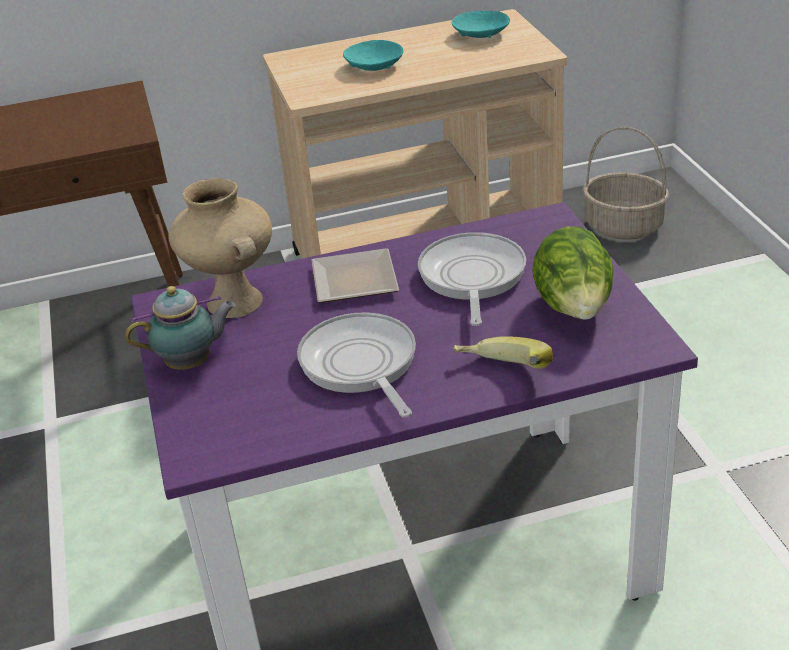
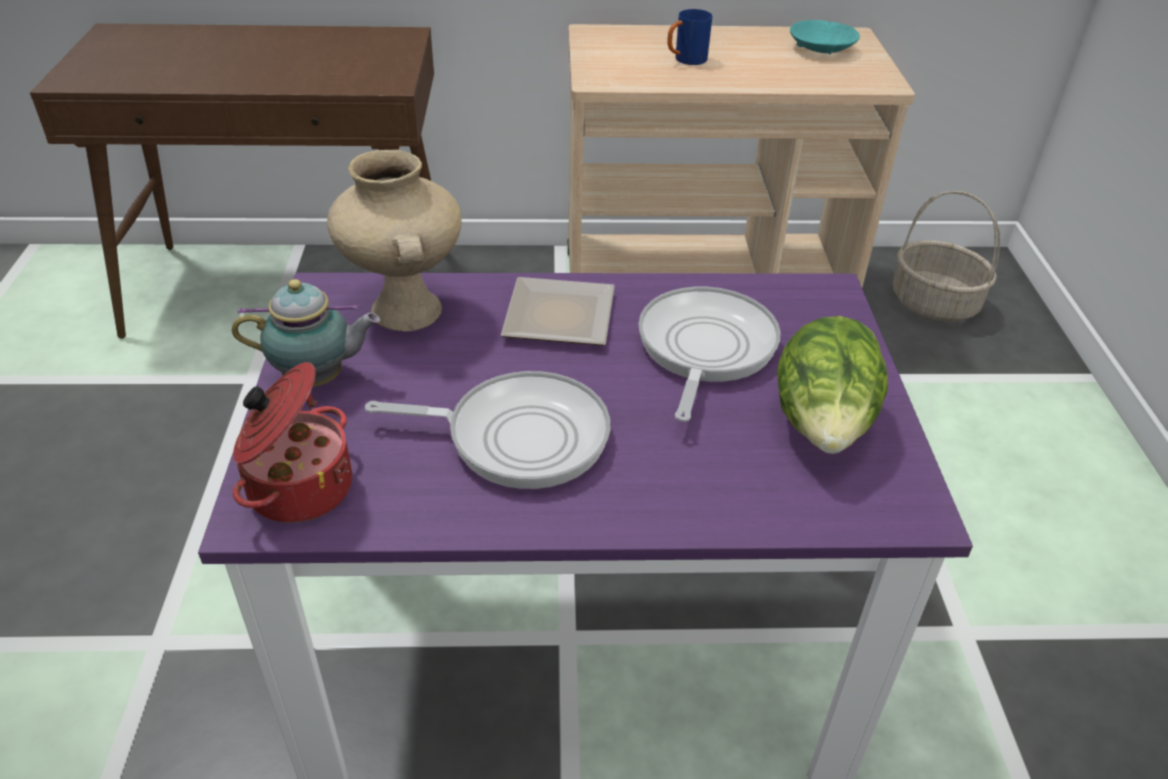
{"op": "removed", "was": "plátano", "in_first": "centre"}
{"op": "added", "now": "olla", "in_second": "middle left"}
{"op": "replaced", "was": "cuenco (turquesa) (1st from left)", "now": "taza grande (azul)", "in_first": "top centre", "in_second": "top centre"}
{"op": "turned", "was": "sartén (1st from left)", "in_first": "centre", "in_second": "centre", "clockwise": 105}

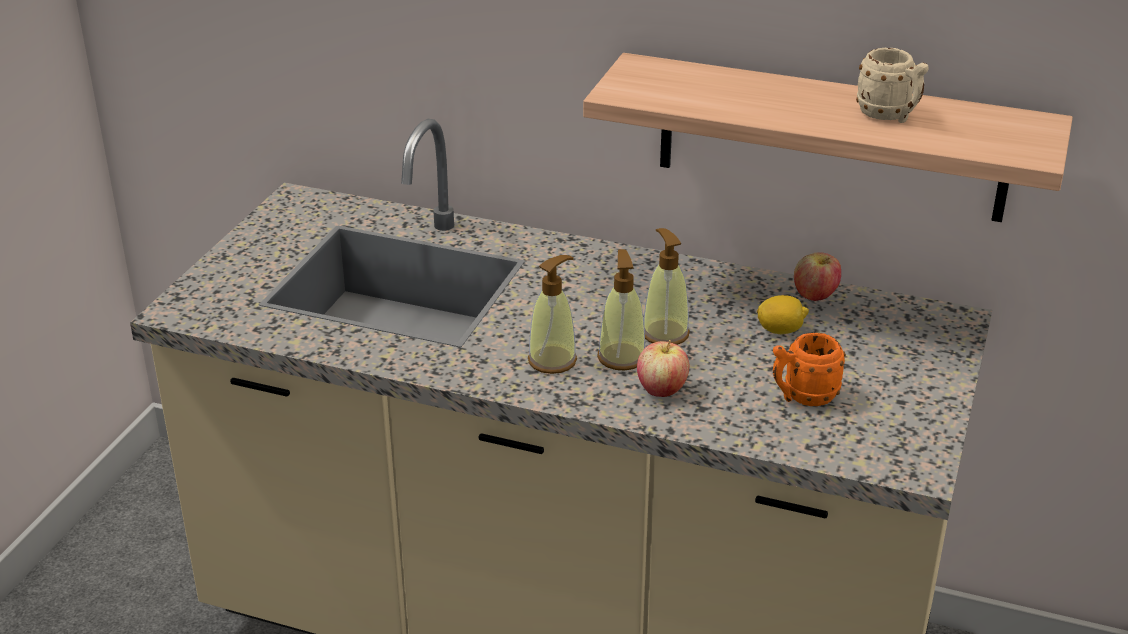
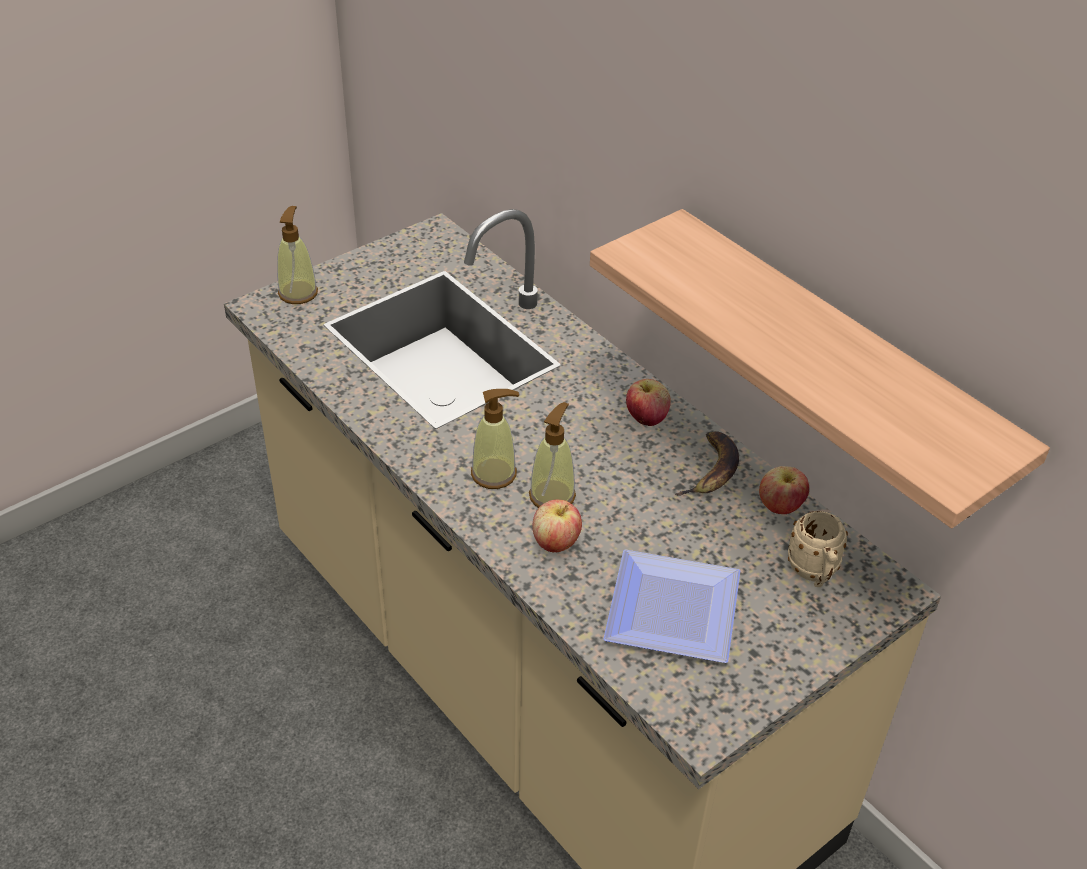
{"op": "removed", "was": "limón", "in_first": "middle right"}
{"op": "added", "now": "manzana (2nd from left)", "in_second": "centre"}
{"op": "added", "now": "plátano", "in_second": "centre"}
{"op": "moved", "was": "dispensador de jabón (3rd from left in the first image)", "now": "dispensador de jabón (1st from left)", "in_first": "centre", "in_second": "top left"}
{"op": "moved", "was": "taza grande (beis)", "in_first": "top right", "in_second": "middle right"}
{"op": "replaced", "was": "taza grande (naranja)", "now": "plato", "in_first": "middle right", "in_second": "bottom centre"}

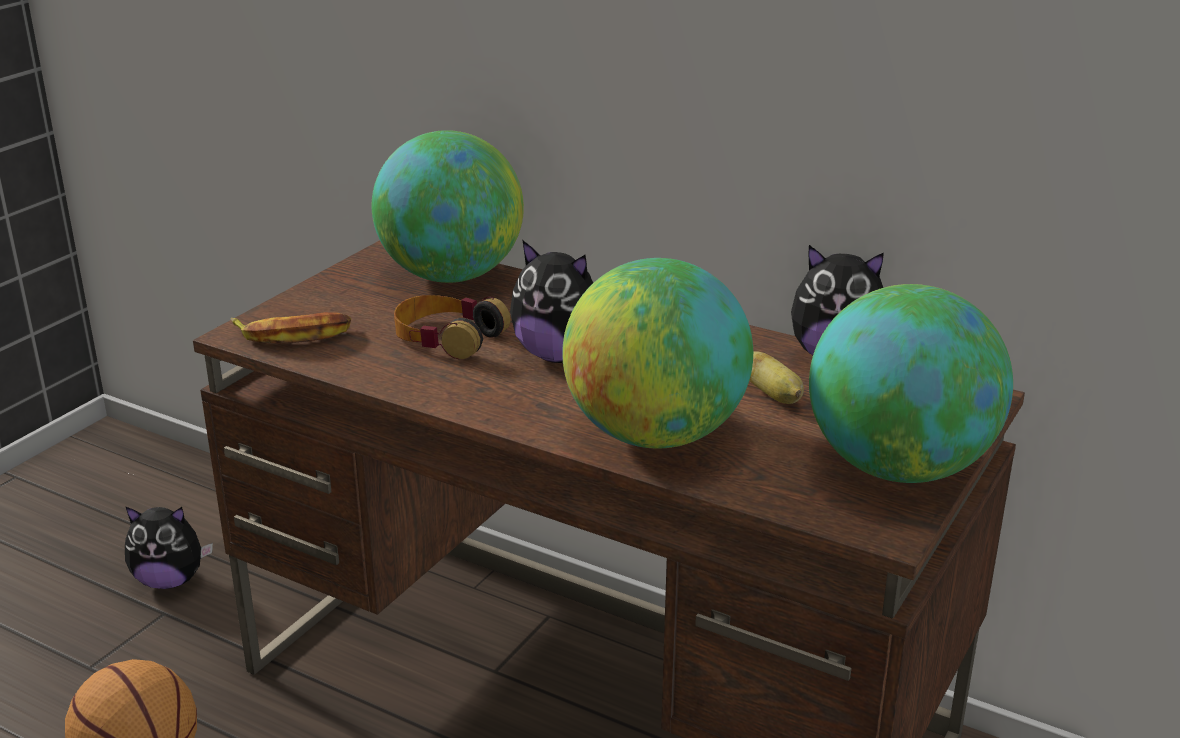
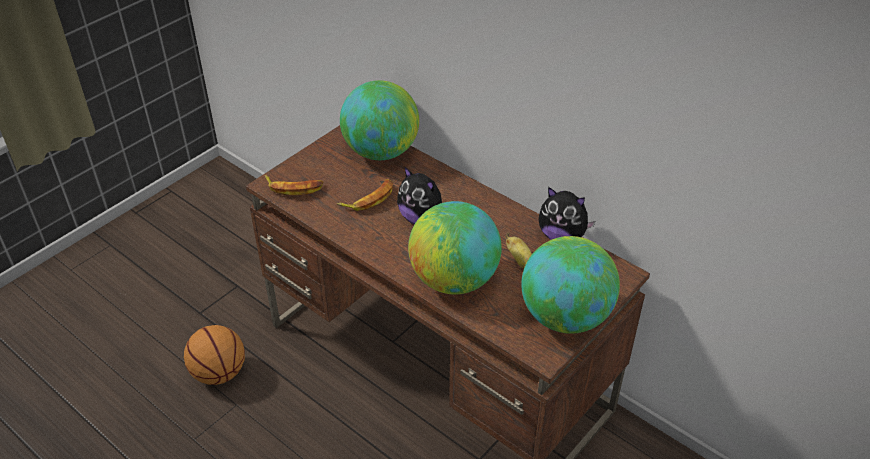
{"op": "removed", "was": "peluche (1st from left)", "in_first": "bottom left"}
{"op": "replaced", "was": "auriculares", "now": "plátano (2nd from left)", "in_first": "centre", "in_second": "centre"}

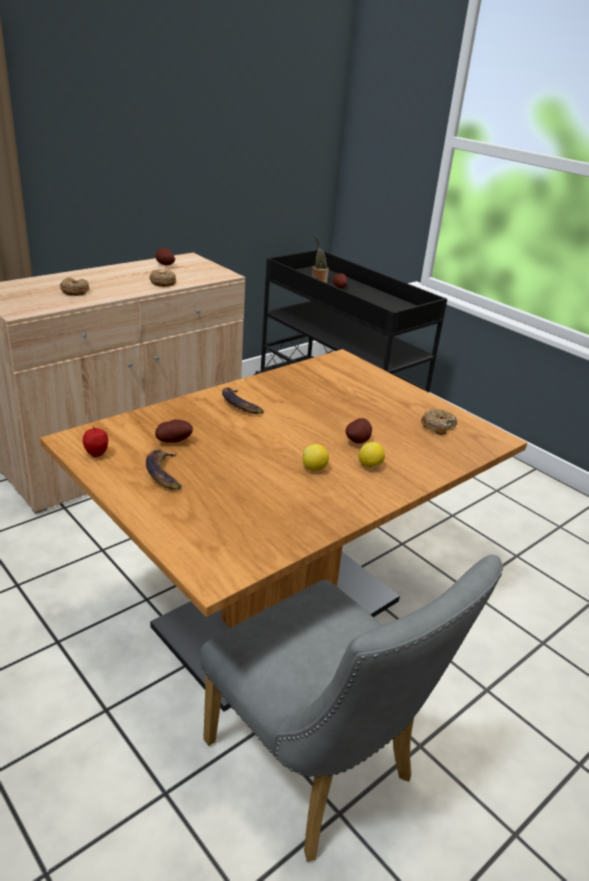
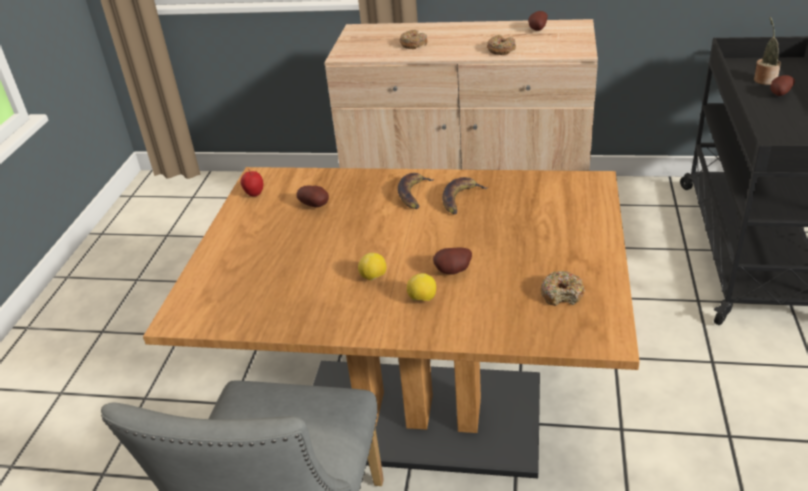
{"op": "moved", "was": "plátano (1st from left in the first image)", "now": "plátano (2nd from left)", "in_first": "middle left", "in_second": "centre"}

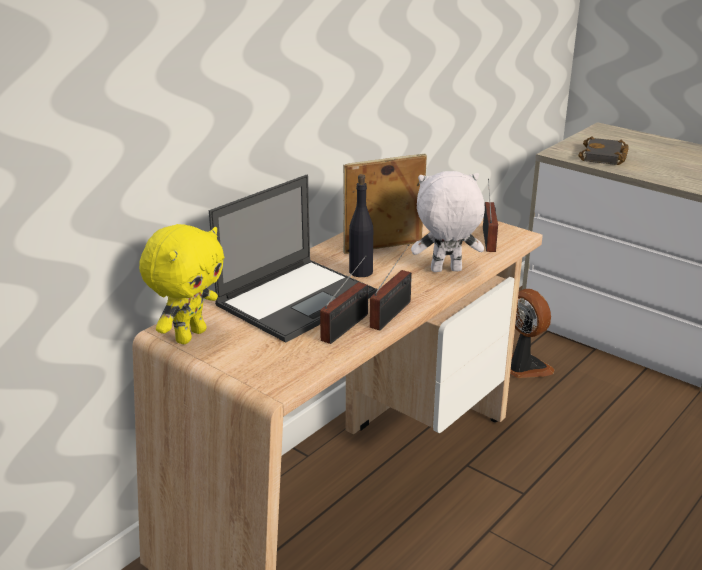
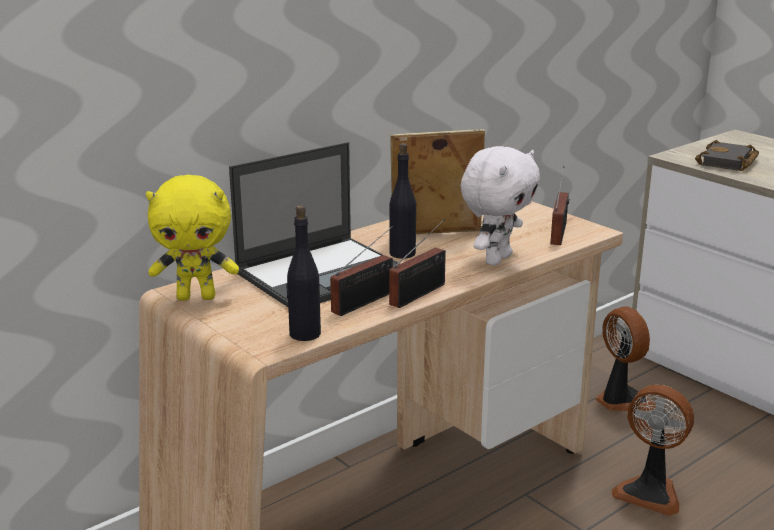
{"op": "added", "now": "botella (negro) (1st from left)", "in_second": "centre"}
{"op": "added", "now": "ventilador (2nd from left)", "in_second": "bottom right"}
{"op": "turned", "was": "peluche (amarillo)", "in_first": "middle left", "in_second": "middle left", "clockwise": 45}
{"op": "turned", "was": "peluche (blanco)", "in_first": "centre", "in_second": "centre", "clockwise": 120}

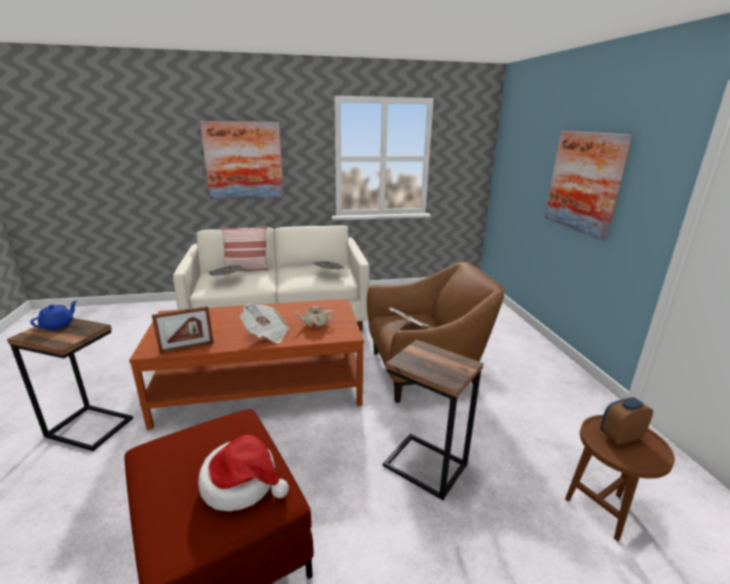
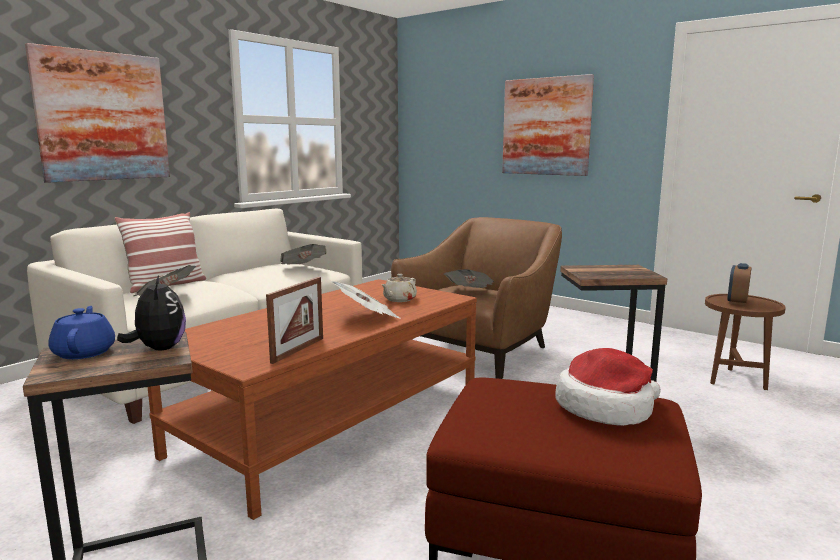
{"op": "added", "now": "peluche", "in_second": "middle left"}

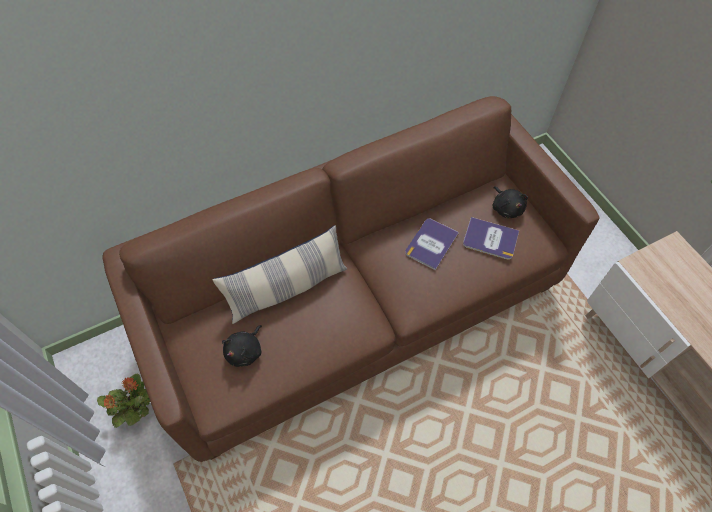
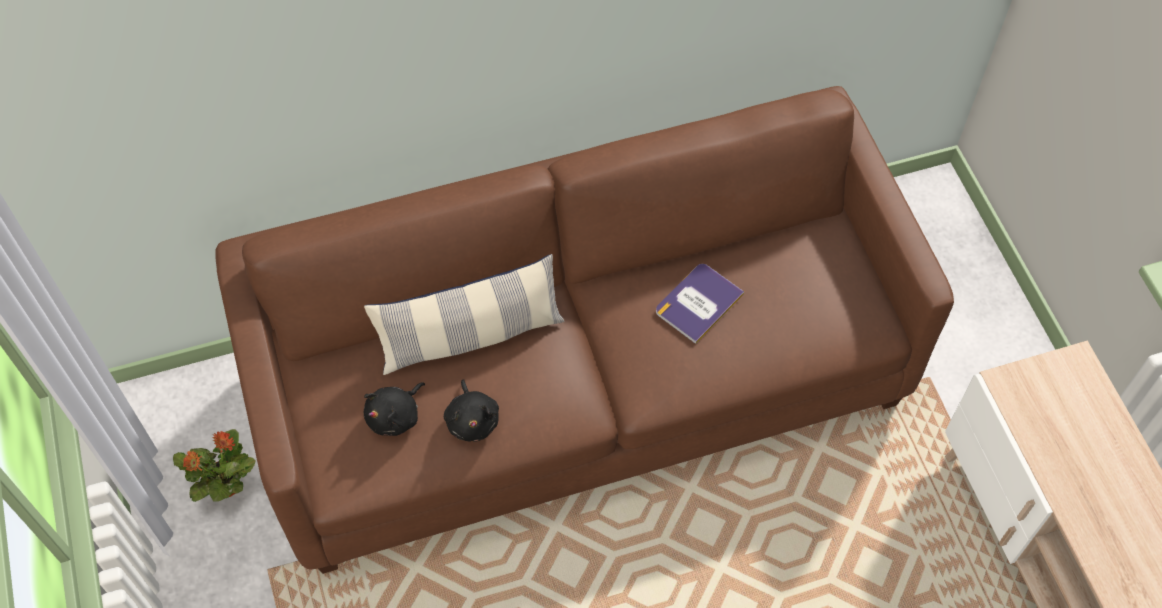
{"op": "removed", "was": "libro (2nd from left)", "in_first": "middle right"}
{"op": "moved", "was": "peluche (negro) (2nd from left)", "in_first": "middle right", "in_second": "bottom centre"}

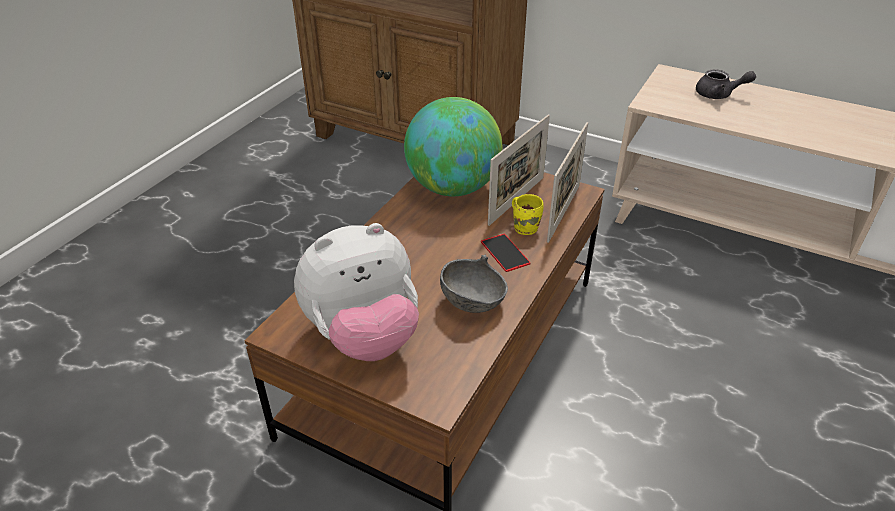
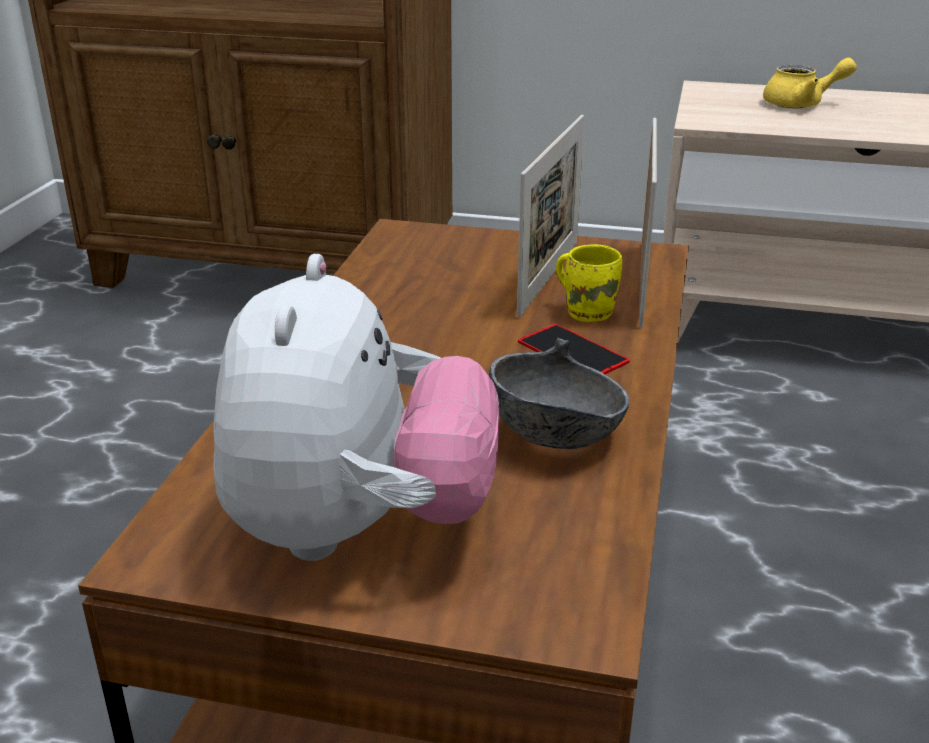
{"op": "removed", "was": "globo terráqueo", "in_first": "top centre"}
{"op": "recoloured", "was": "tetera (gris)", "now": "tetera (amarillo)", "in_first": "top right", "in_second": "top right"}
{"op": "turned", "was": "peluche", "in_first": "centre", "in_second": "centre", "clockwise": -45}

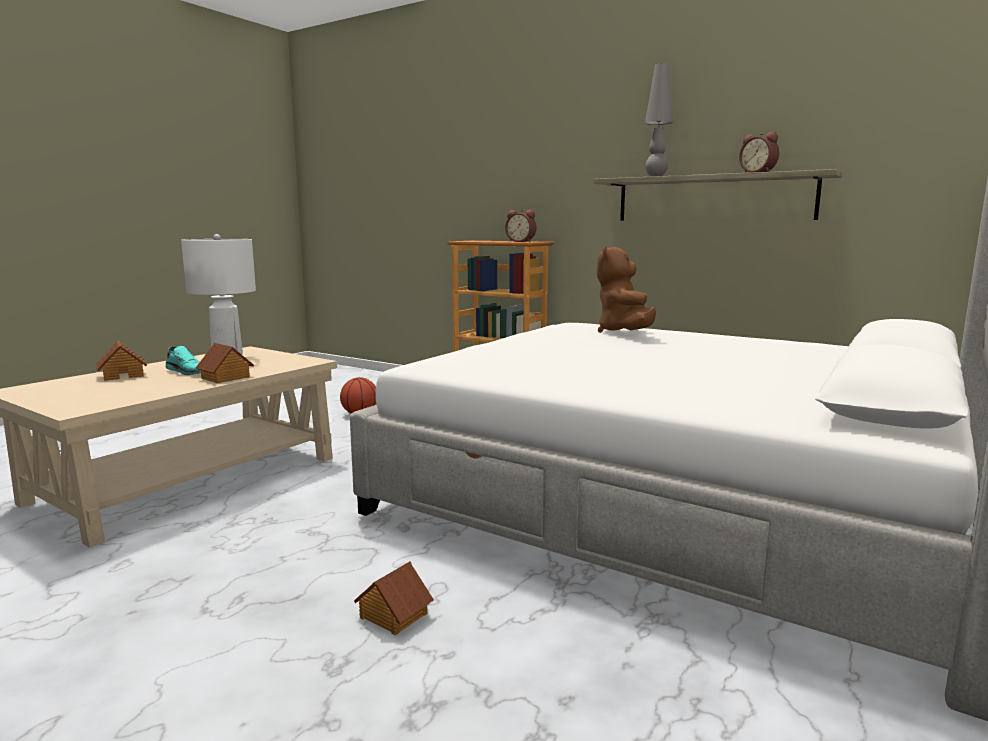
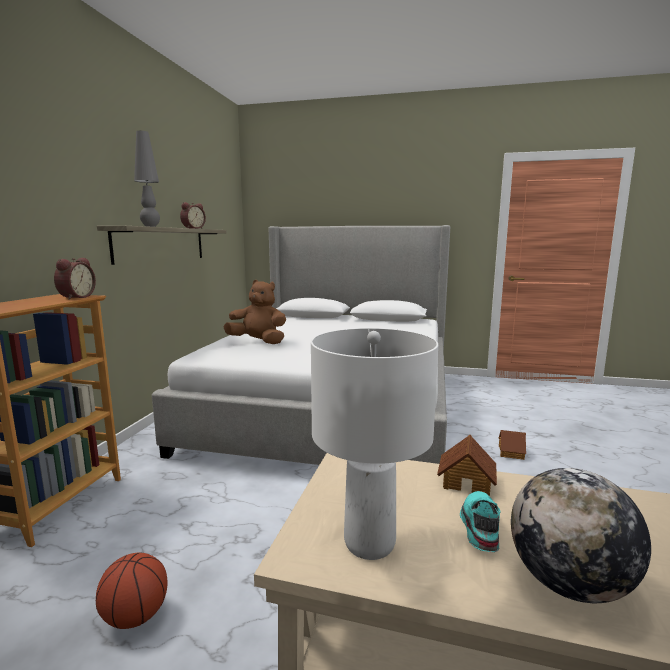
{"op": "replaced", "was": "casita (1st from left)", "now": "globo terráqueo", "in_first": "middle left", "in_second": "bottom right"}
{"op": "turned", "was": "peluche (marrón)", "in_first": "centre", "in_second": "centre", "clockwise": -150}

